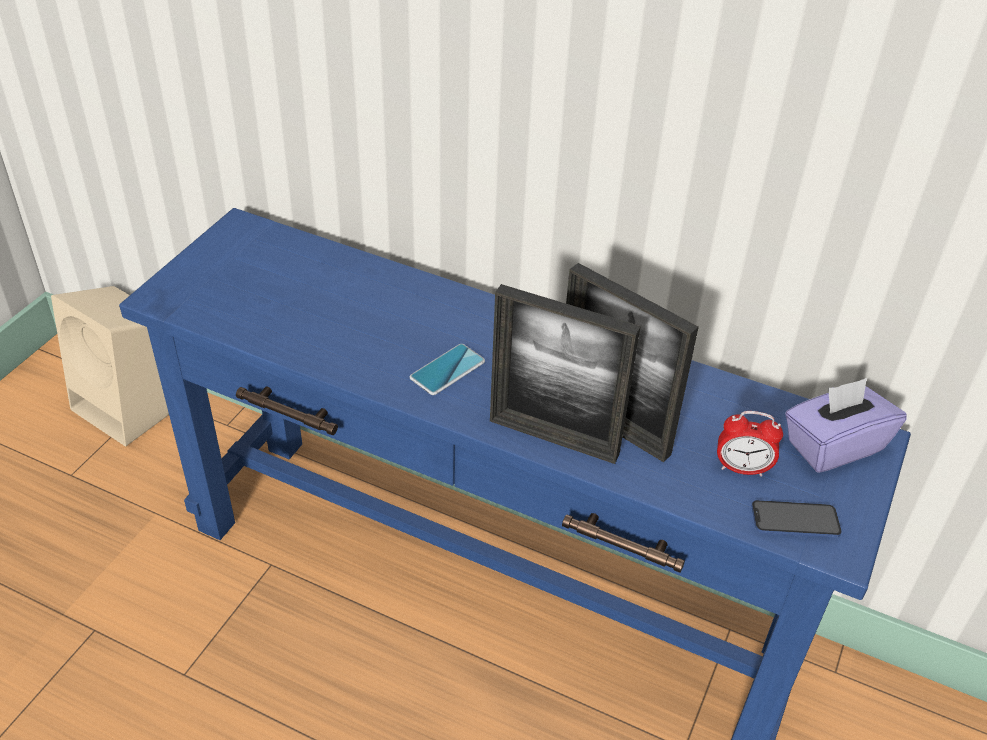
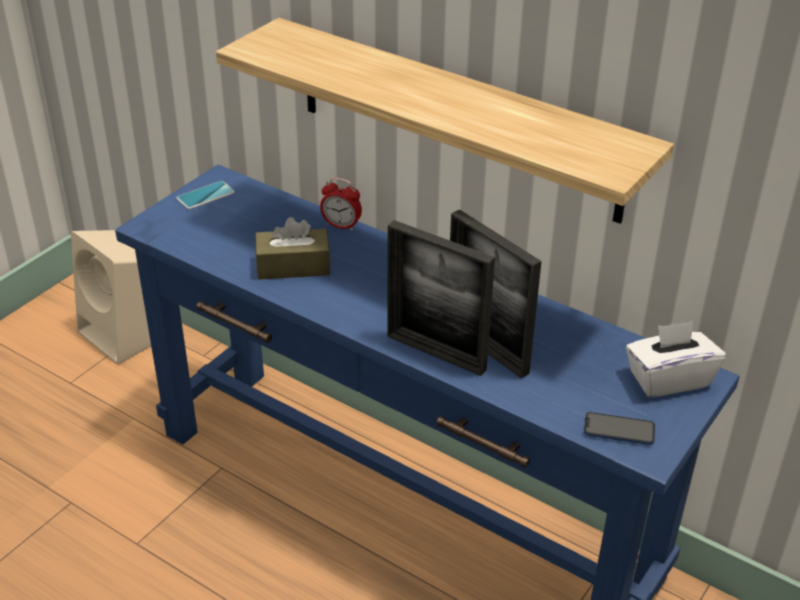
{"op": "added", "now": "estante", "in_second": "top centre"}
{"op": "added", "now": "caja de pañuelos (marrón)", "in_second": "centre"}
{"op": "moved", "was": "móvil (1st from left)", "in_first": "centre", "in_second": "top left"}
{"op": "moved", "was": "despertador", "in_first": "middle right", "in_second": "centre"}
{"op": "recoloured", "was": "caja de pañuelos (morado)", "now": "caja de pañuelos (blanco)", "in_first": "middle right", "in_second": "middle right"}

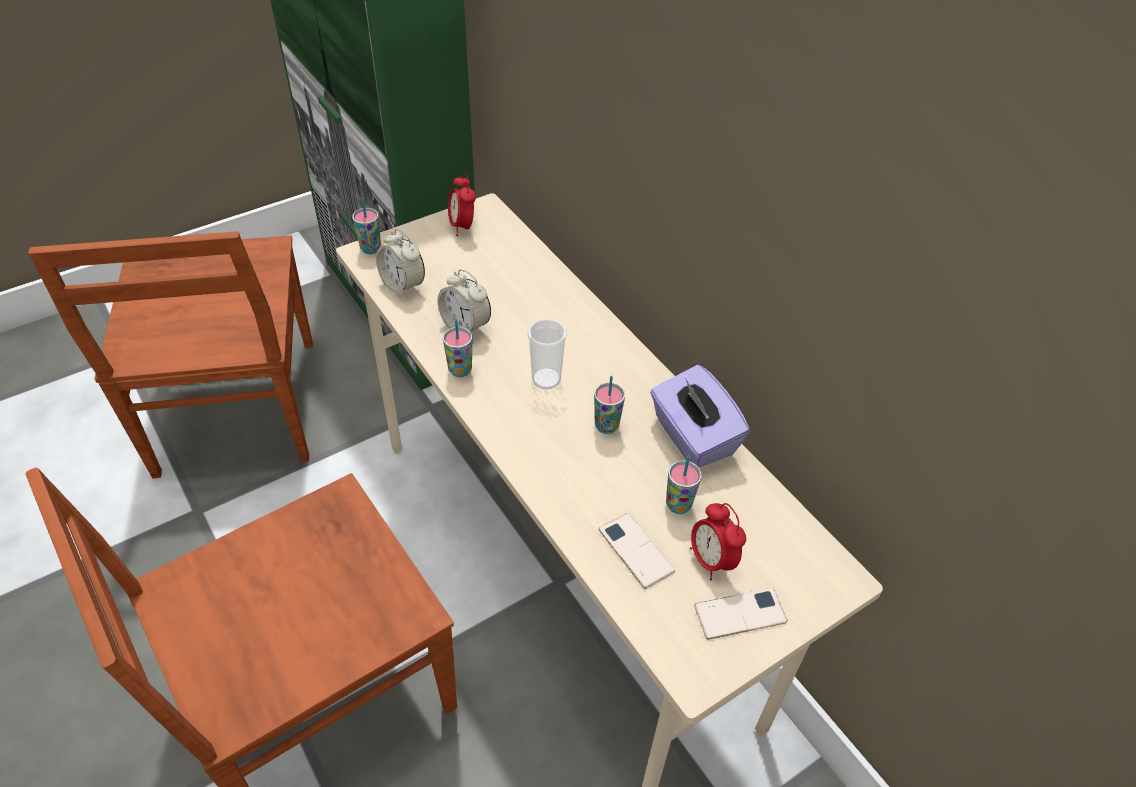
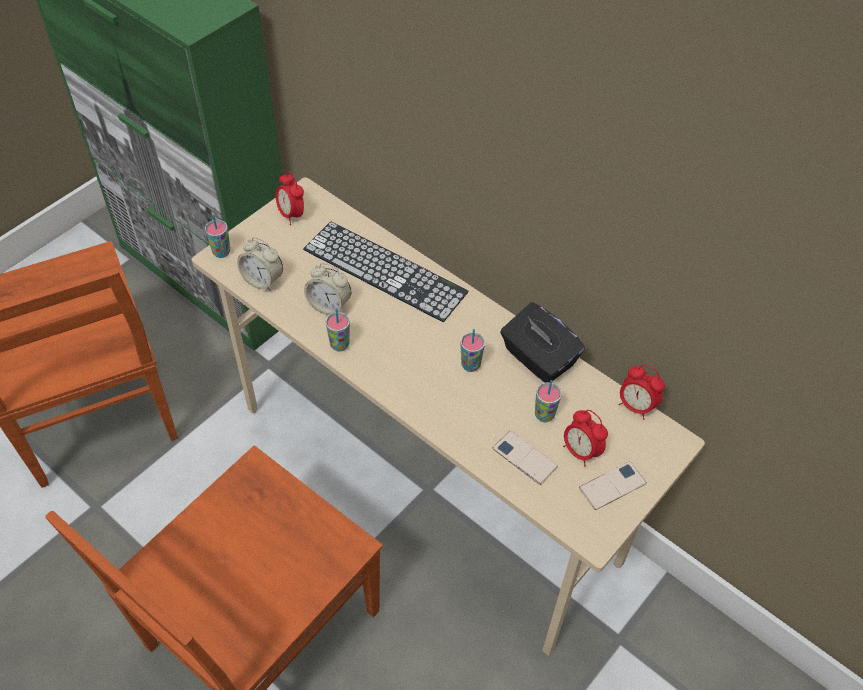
{"op": "removed", "was": "taza (3rd from left)", "in_first": "centre"}
{"op": "added", "now": "teclado", "in_second": "centre"}
{"op": "added", "now": "despertador (5th from left)", "in_second": "middle right"}
{"op": "recoloured", "was": "caja de pañuelos (morado)", "now": "caja de pañuelos (negro)", "in_first": "centre", "in_second": "centre"}

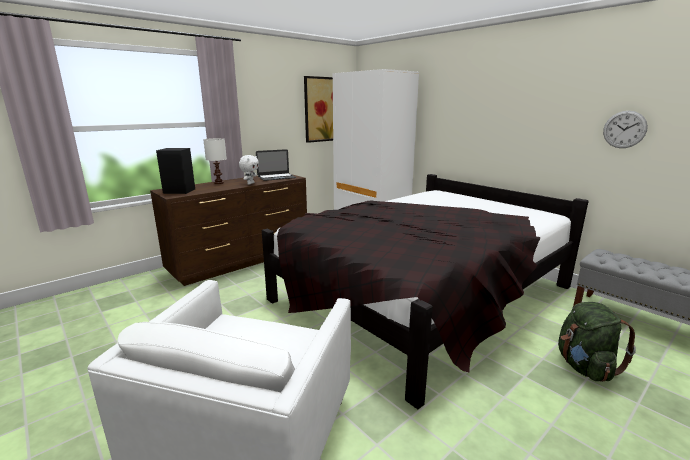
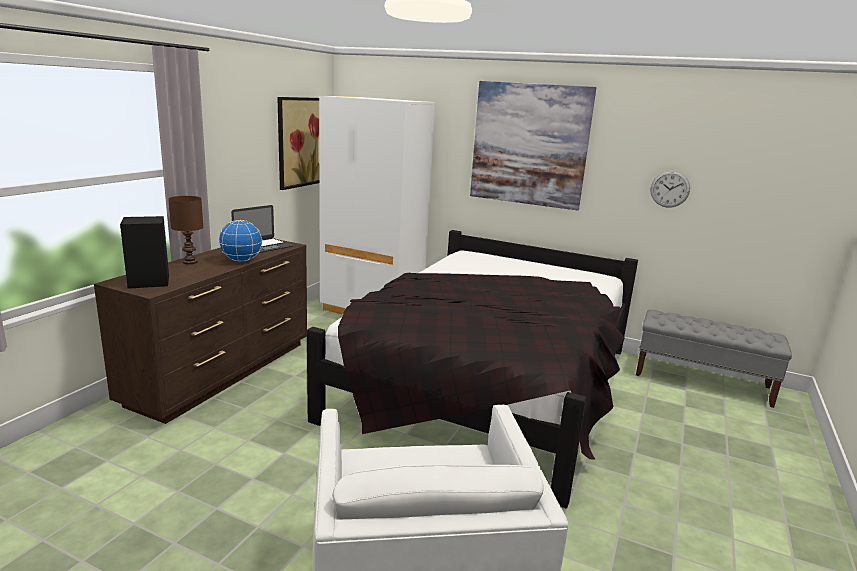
{"op": "removed", "was": "mochila (verde)", "in_first": "bottom right"}
{"op": "added", "now": "cuadro (2nd from left)", "in_second": "top centre"}
{"op": "replaced", "was": "peluche (blanco)", "now": "globo terráqueo", "in_first": "centre", "in_second": "middle left"}
{"op": "recoloured", "was": "lámpara de mesa (blanco)", "now": "lámpara de mesa (marrón)", "in_first": "middle left", "in_second": "middle left"}

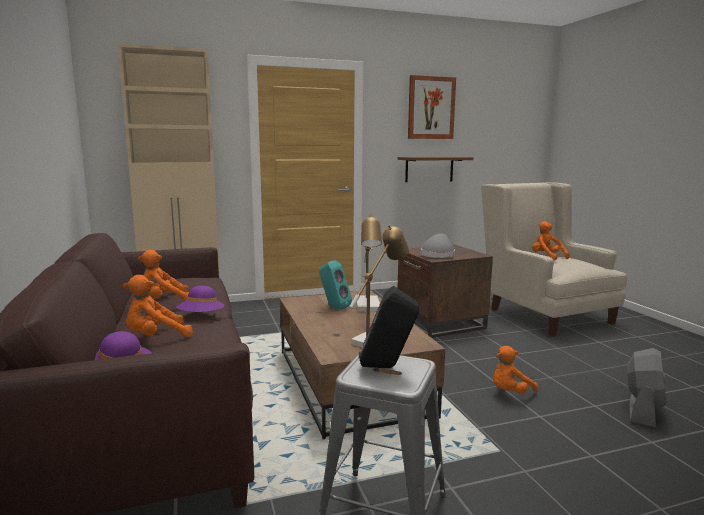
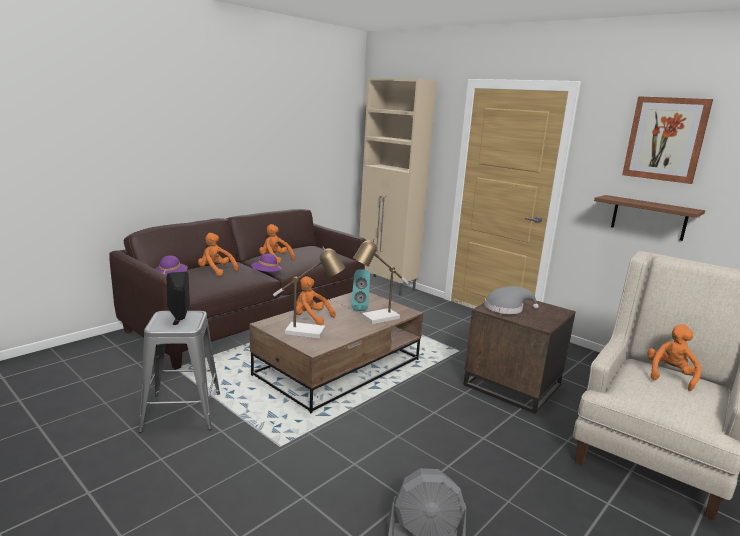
{"op": "moved", "was": "peluche (naranja) (3rd from left)", "in_first": "bottom right", "in_second": "centre"}

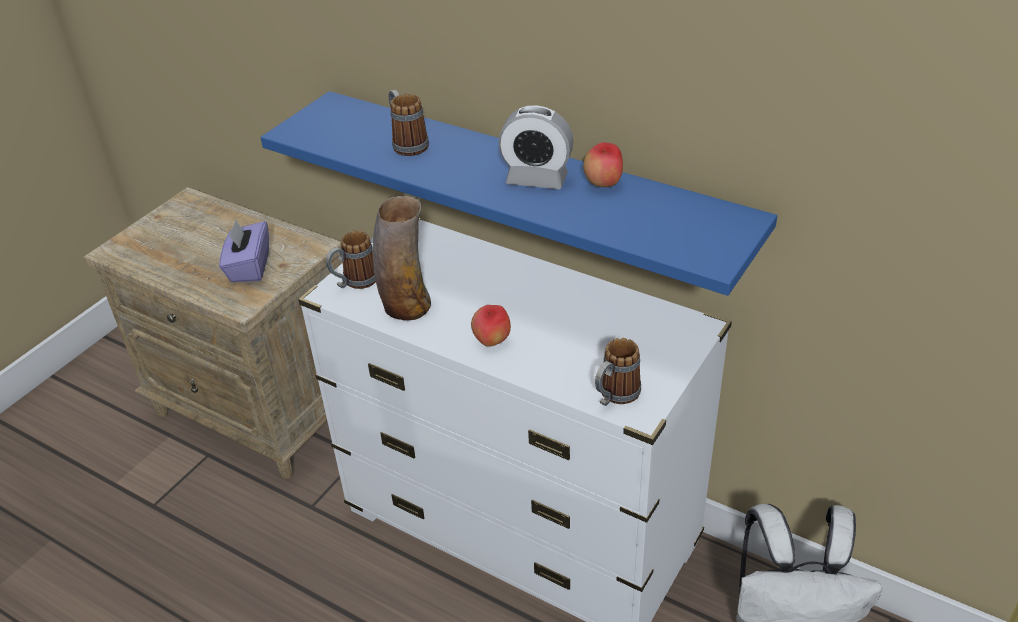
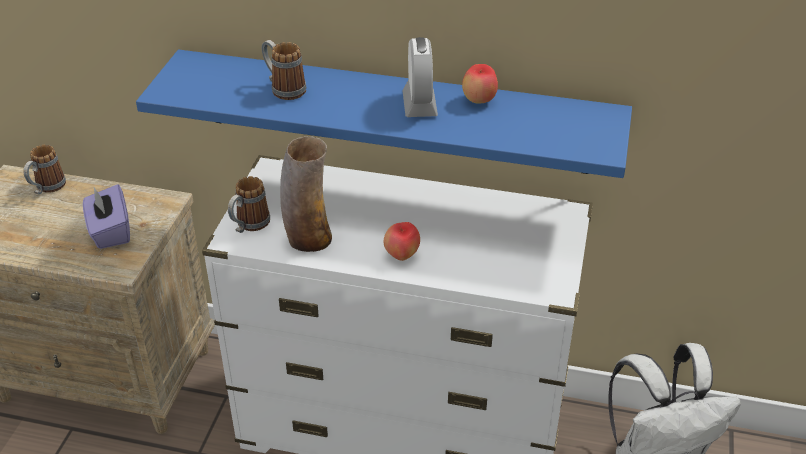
{"op": "moved", "was": "taza grande (3rd from left in the first image)", "now": "taza grande (1st from left)", "in_first": "centre", "in_second": "middle left"}
{"op": "turned", "was": "despertador", "in_first": "top centre", "in_second": "top centre", "clockwise": -90}

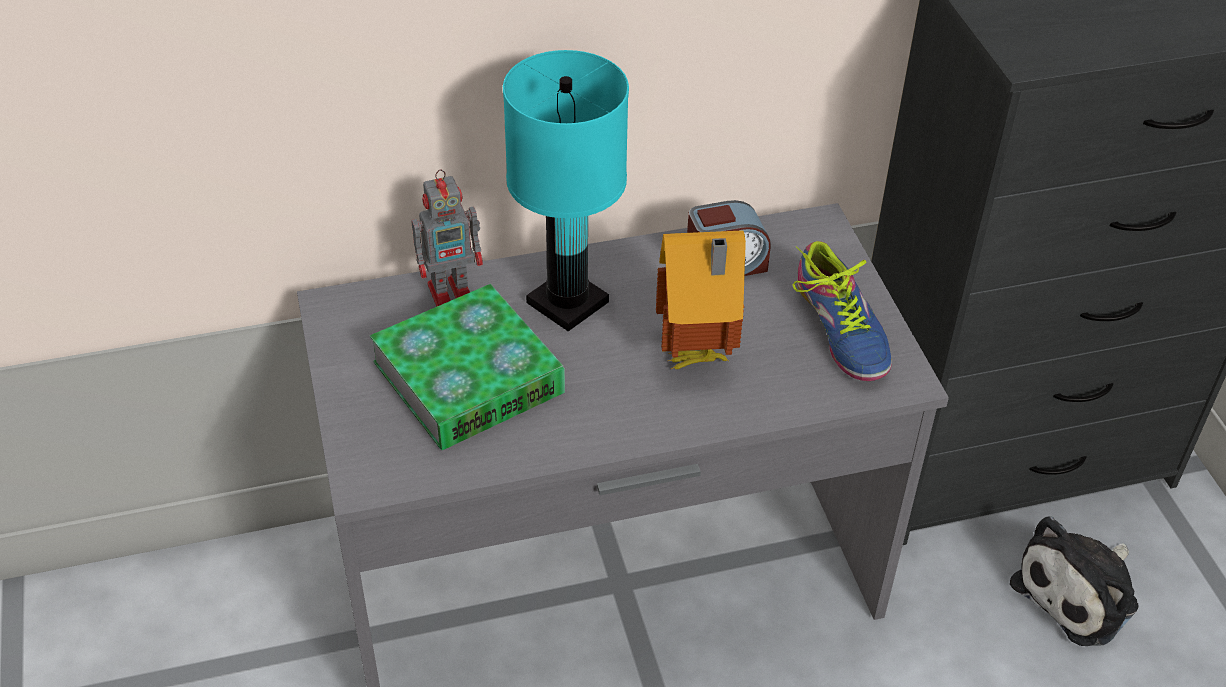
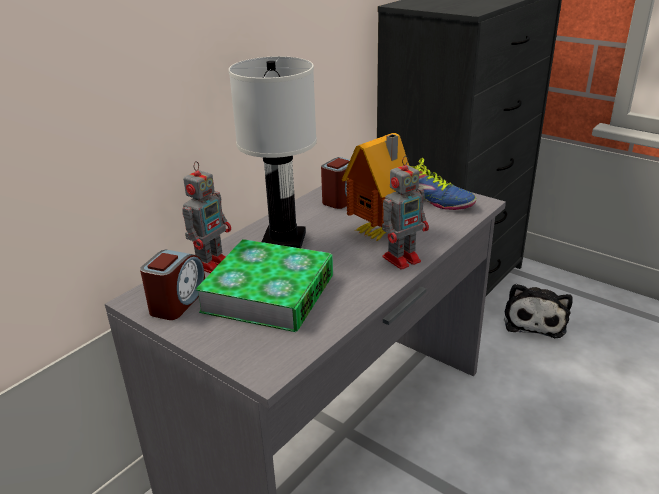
{"op": "added", "now": "despertador (1st from left)", "in_second": "middle left"}
{"op": "added", "now": "robot de juguete (2nd from left)", "in_second": "centre"}
{"op": "recoloured", "was": "lámpara de mesa (turquesa)", "now": "lámpara de mesa (blanco)", "in_first": "top centre", "in_second": "top centre"}

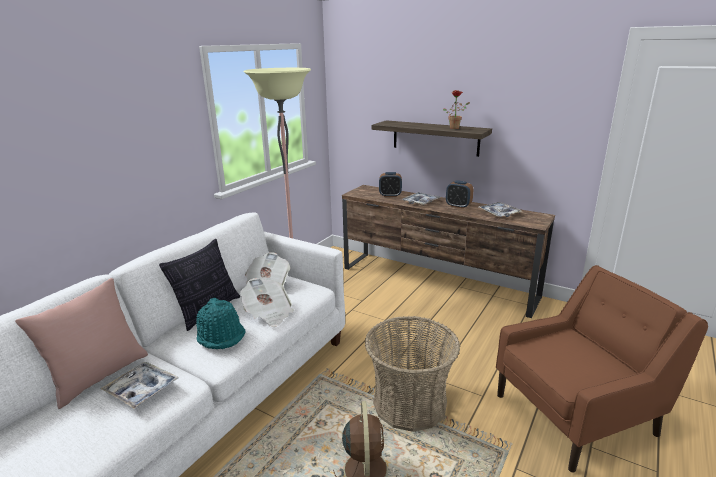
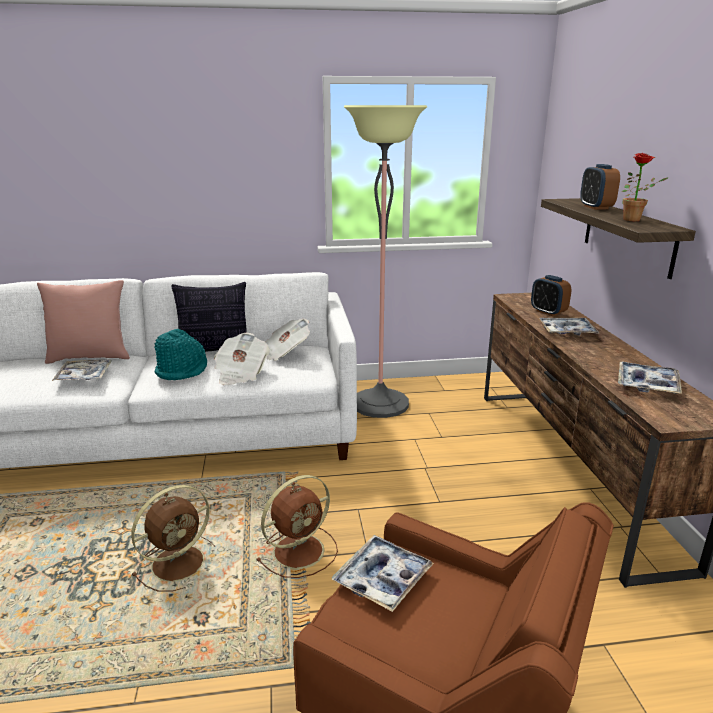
{"op": "added", "now": "bandeja (2nd from left)", "in_second": "bottom centre"}
{"op": "moved", "was": "despertador (2nd from left)", "in_first": "centre", "in_second": "top right"}
{"op": "replaced", "was": "cesta", "now": "ventilador (marrón) (2nd from left)", "in_first": "bottom centre", "in_second": "bottom centre"}

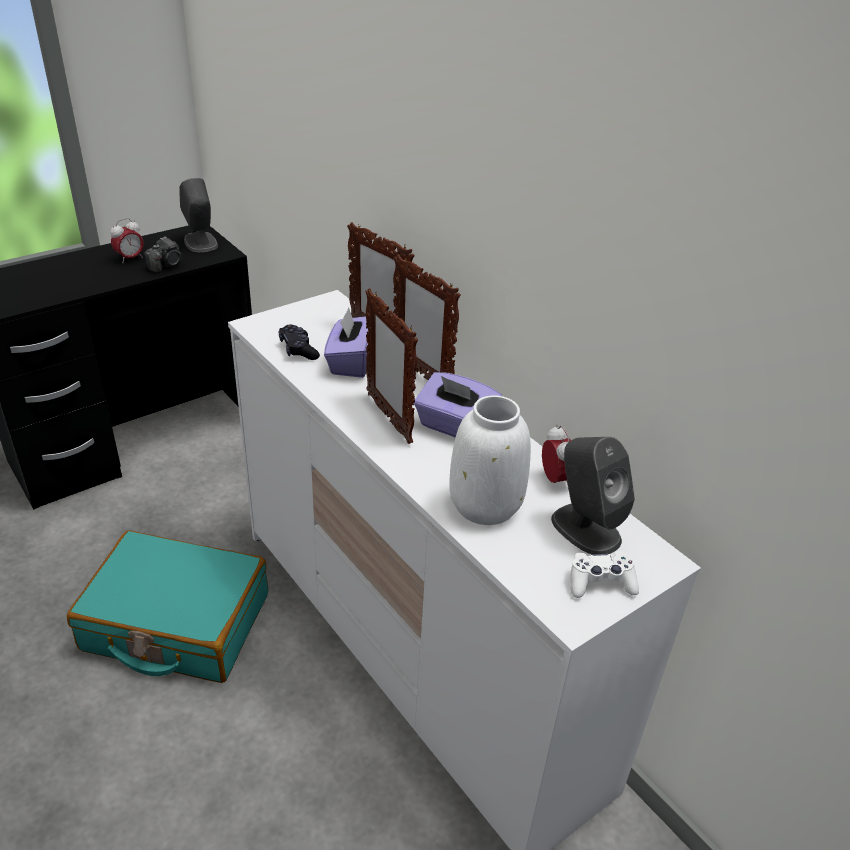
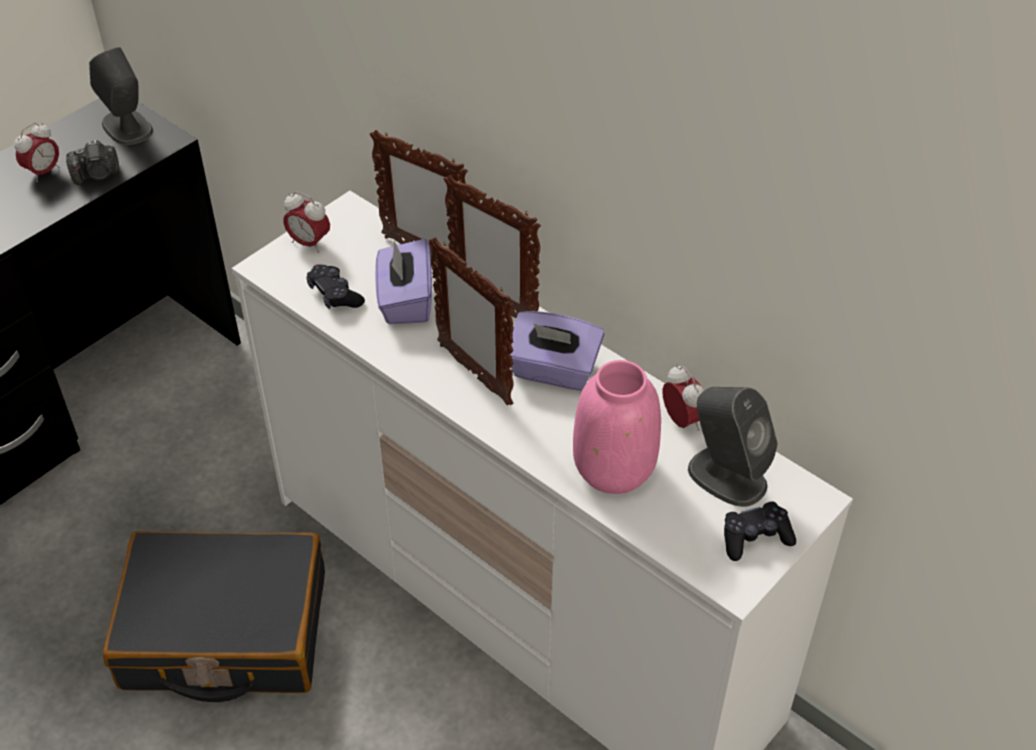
{"op": "added", "now": "despertador (2nd from left)", "in_second": "top left"}
{"op": "recoloured", "was": "maleta (turquesa)", "now": "maleta (negro)", "in_first": "bottom left", "in_second": "bottom left"}
{"op": "recoloured", "was": "florero (blanco)", "now": "florero (rosa)", "in_first": "centre", "in_second": "centre"}
{"op": "recoloured", "was": "mando de consola (blanco)", "now": "mando de consola (negro) (2nd from left)", "in_first": "bottom right", "in_second": "bottom right"}
{"op": "turned", "was": "cámara", "in_first": "top left", "in_second": "top left", "clockwise": 45}

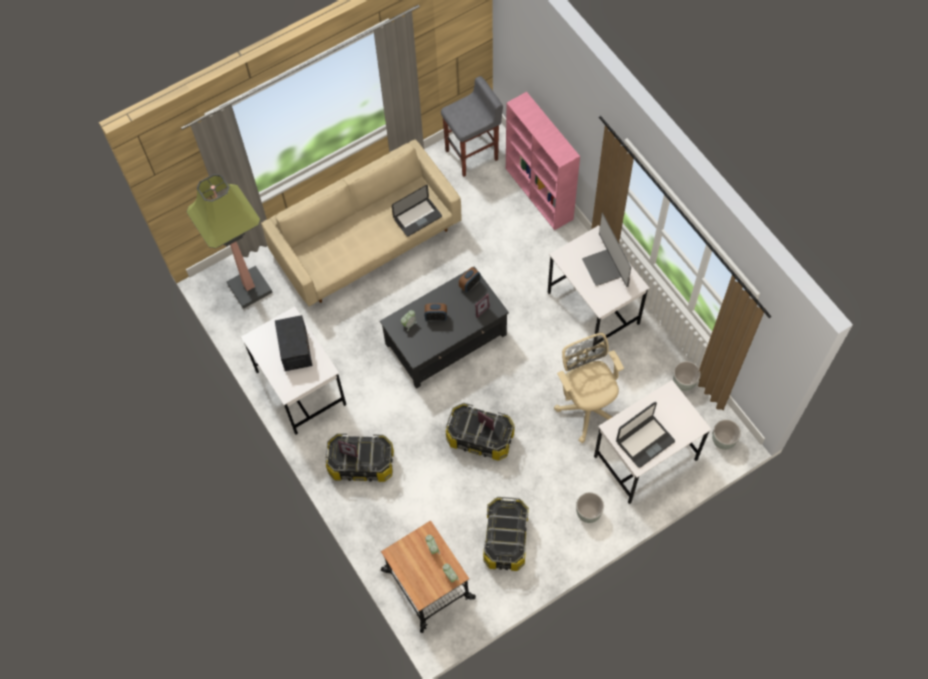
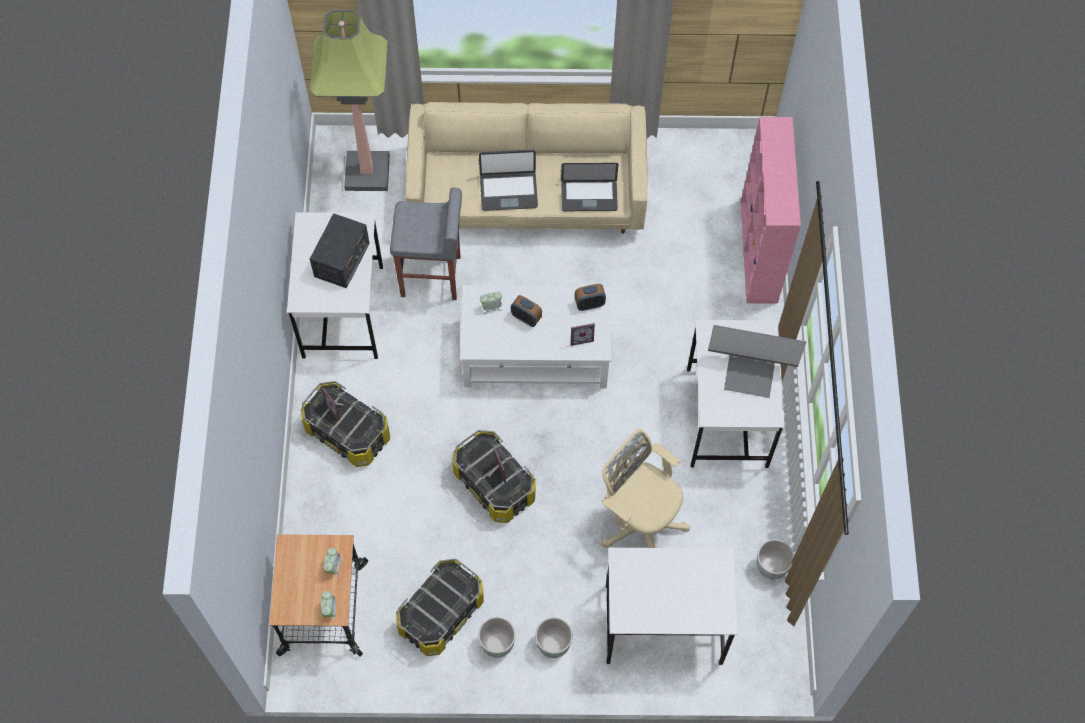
{"op": "moved", "was": "taburete (gris)", "in_first": "top centre", "in_second": "centre"}
{"op": "moved", "was": "portátil (2nd from left in the first image)", "now": "portátil (1st from left)", "in_first": "middle right", "in_second": "top centre"}
{"op": "moved", "was": "maceta (gris) (3rd from left in the first image)", "now": "maceta (gris) (1st from left)", "in_first": "middle right", "in_second": "bottom centre"}
{"op": "recoloured", "was": "mesa de centro (negro)", "now": "mesa de centro (blanco)", "in_first": "centre", "in_second": "centre"}
{"op": "turned", "was": "silla de oficina (beis)", "in_first": "centre", "in_second": "bottom centre", "clockwise": -60}
{"op": "turned", "was": "monitor", "in_first": "centre", "in_second": "middle right", "clockwise": -90}

